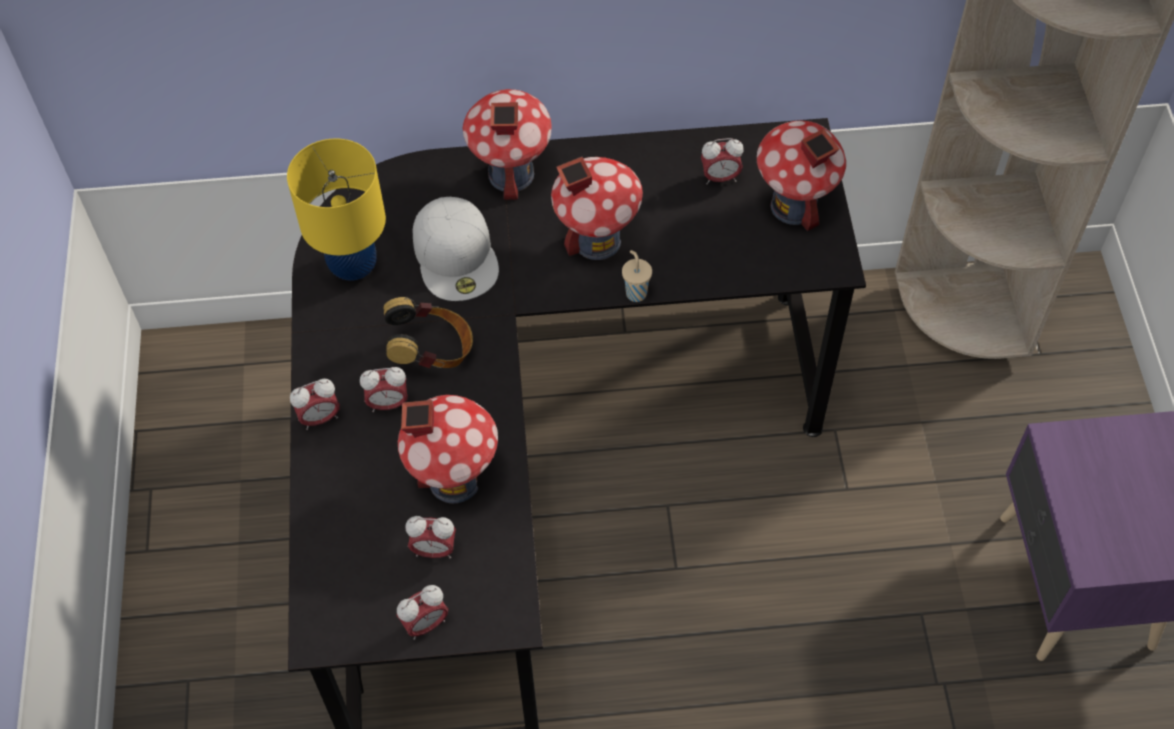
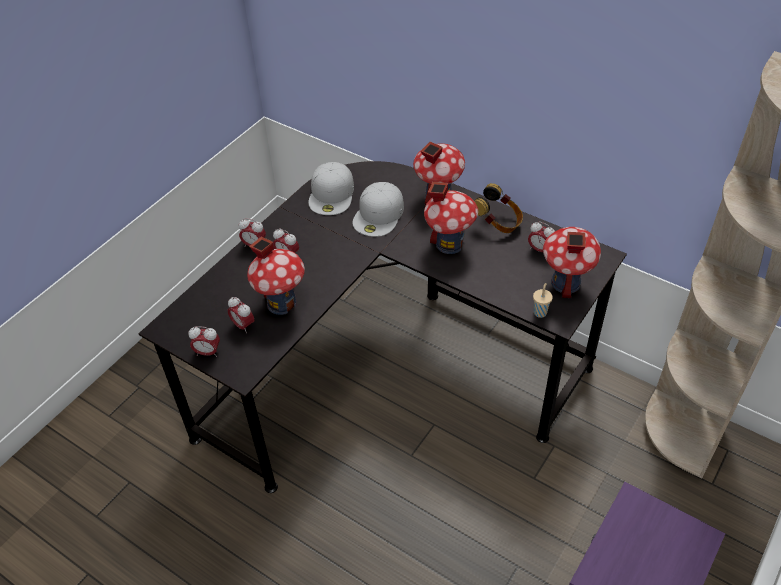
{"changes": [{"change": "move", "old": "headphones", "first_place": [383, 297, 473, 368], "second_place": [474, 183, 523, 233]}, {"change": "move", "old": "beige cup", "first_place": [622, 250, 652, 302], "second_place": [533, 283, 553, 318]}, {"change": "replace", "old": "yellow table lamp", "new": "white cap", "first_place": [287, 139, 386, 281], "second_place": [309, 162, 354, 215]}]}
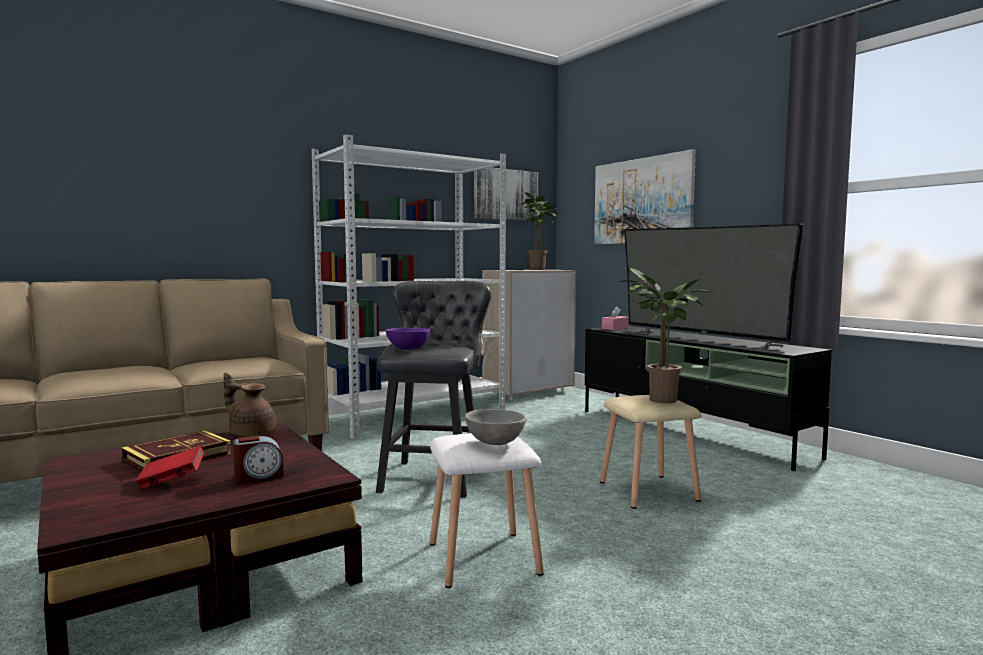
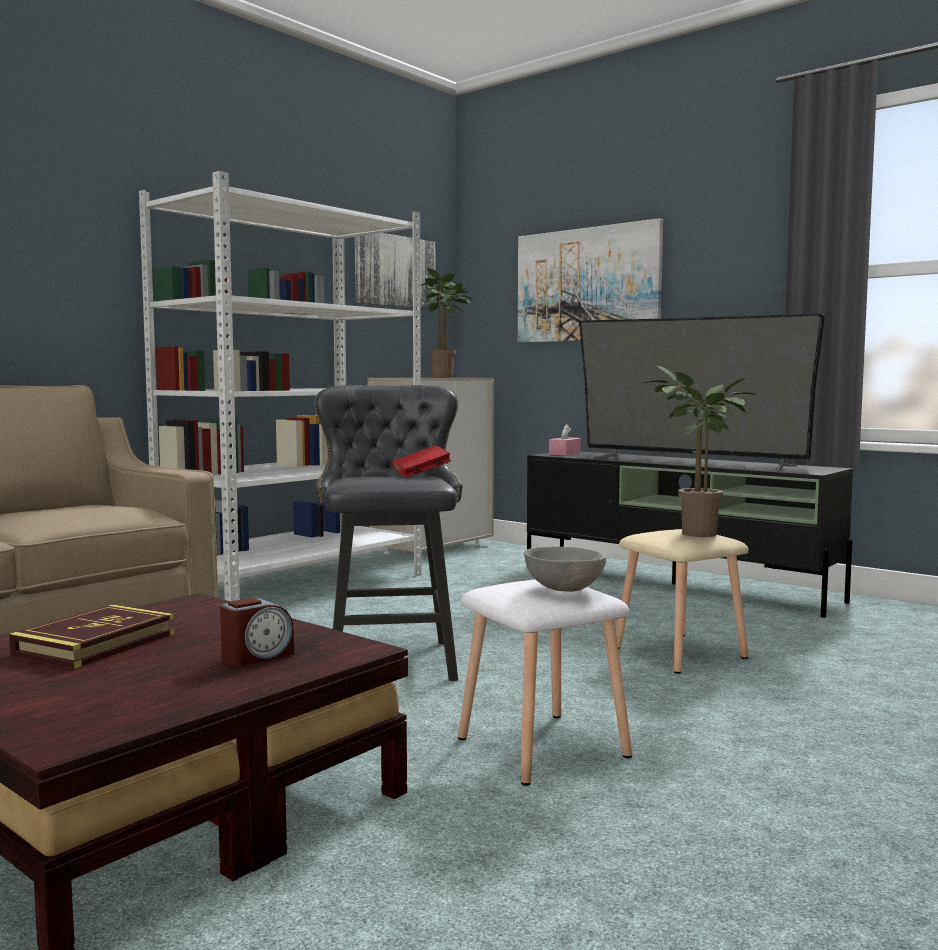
{"changes": [{"change": "delete", "old": "brown teapot", "first_place": [224, 373, 276, 436]}, {"change": "delete", "old": "purple bowl", "first_place": [386, 328, 430, 350]}, {"change": "move", "old": "red book", "first_place": [136, 446, 204, 489], "second_place": [392, 445, 451, 477]}]}
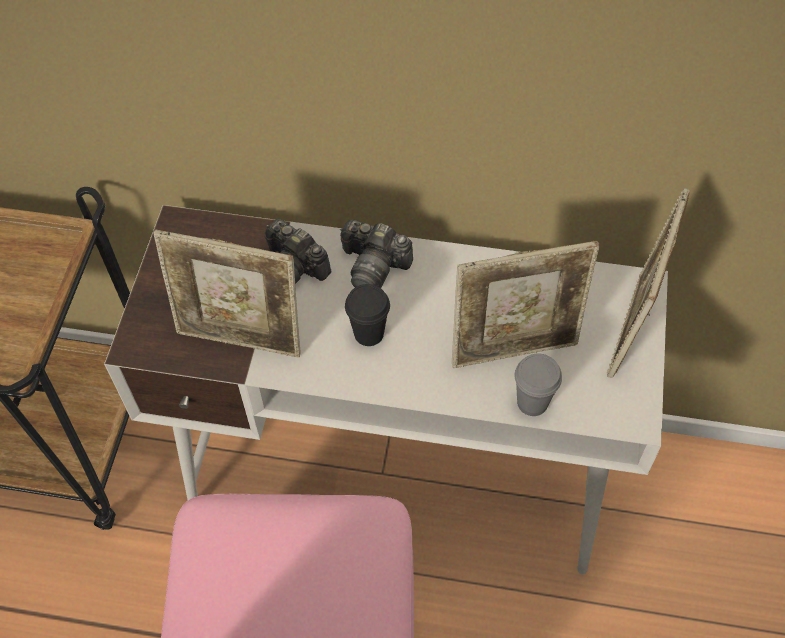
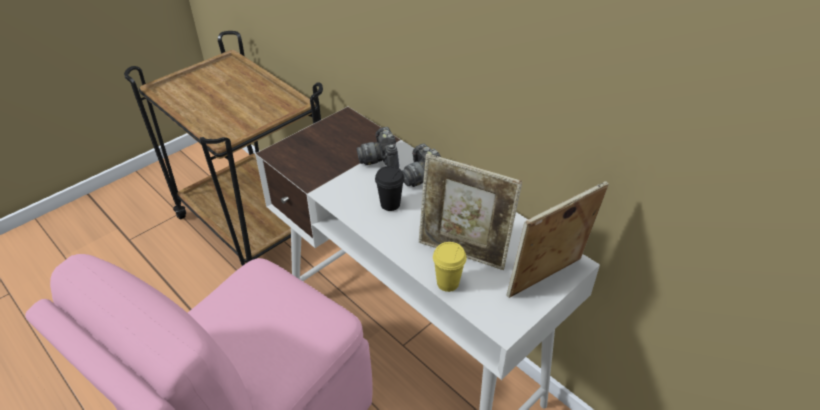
{"changes": [{"change": "delete", "old": "picture frame", "first_place": [153, 229, 301, 357]}, {"change": "recolor", "old": "grey cup", "new": "yellow cup", "first_place": [514, 353, 562, 416], "second_place": [433, 242, 467, 292]}]}
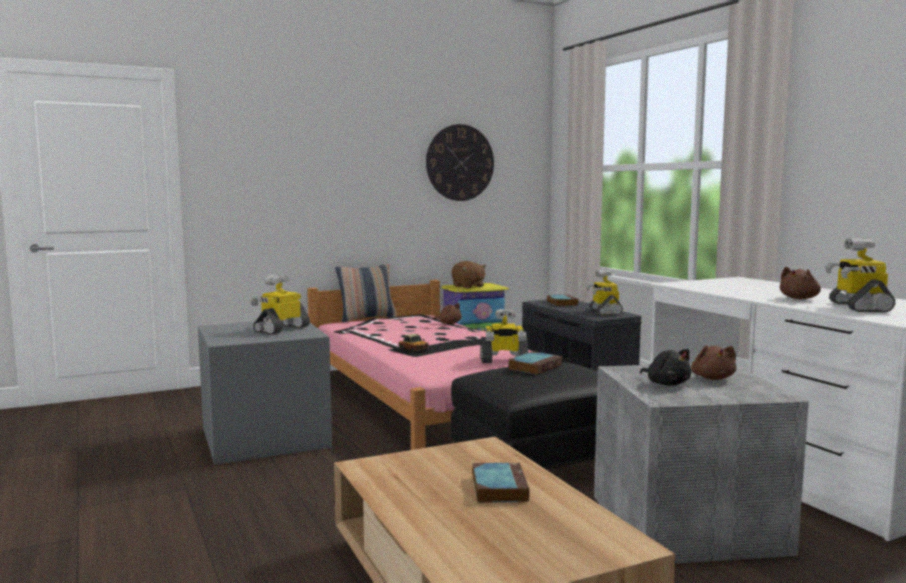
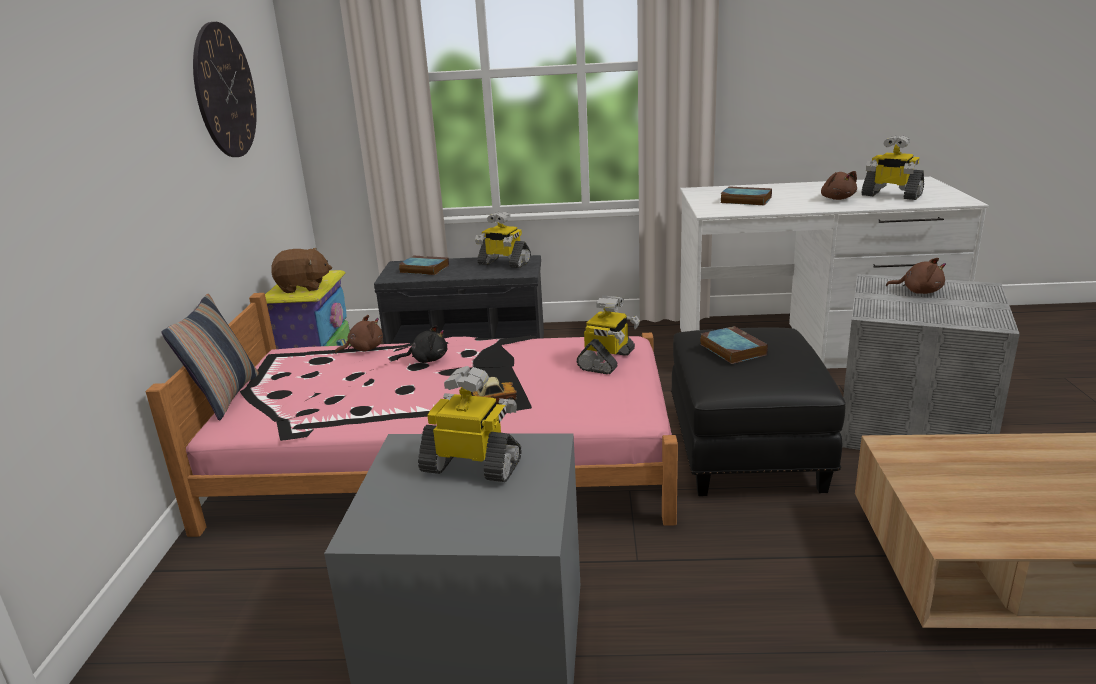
{"changes": [{"change": "move", "old": "book", "first_place": [472, 463, 530, 503], "second_place": [720, 186, 772, 205]}, {"change": "move", "old": "black plush toy", "first_place": [640, 349, 691, 386], "second_place": [396, 325, 447, 363]}, {"change": "rotate", "old": "toy robot", "first_place": [251, 275, 310, 335], "second_place": [418, 366, 521, 482], "degrees": 135}]}
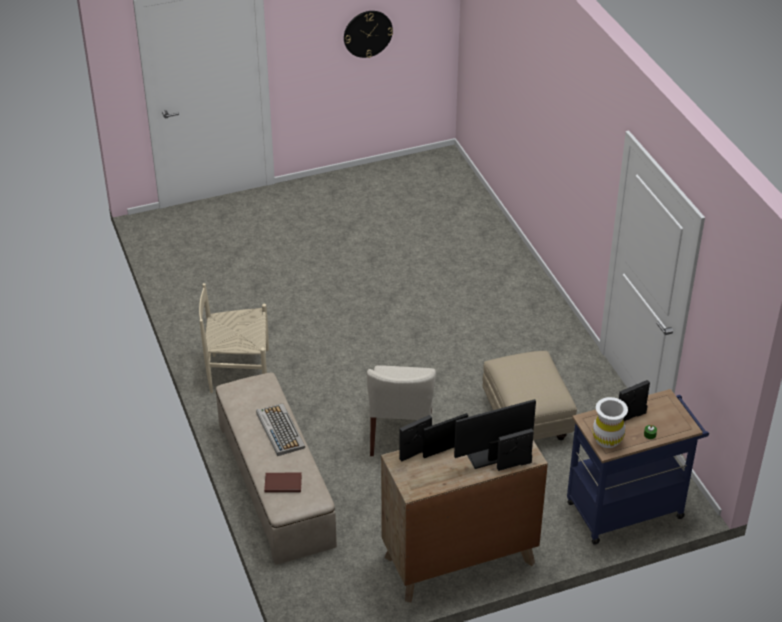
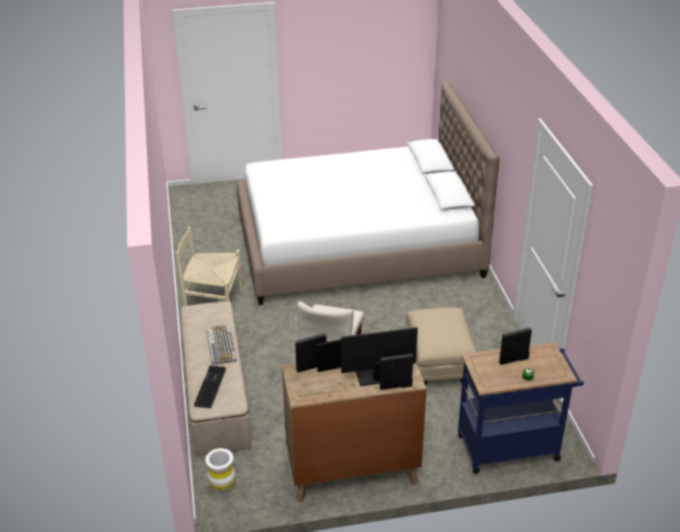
{"changes": [{"change": "delete", "old": "wall clock", "first_place": [344, 11, 393, 58]}, {"change": "insert", "new": "white bed", "second_place": [236, 81, 499, 305]}, {"change": "move", "old": "white vase", "first_place": [592, 397, 628, 448], "second_place": [205, 448, 236, 492]}, {"change": "replace", "old": "brown book", "new": "keyboard", "first_place": [264, 473, 302, 493], "second_place": [194, 365, 226, 408]}]}
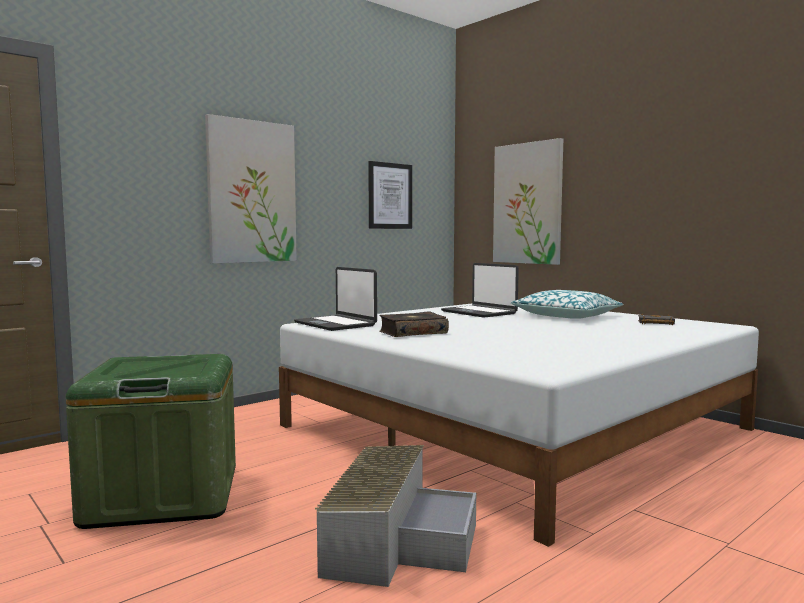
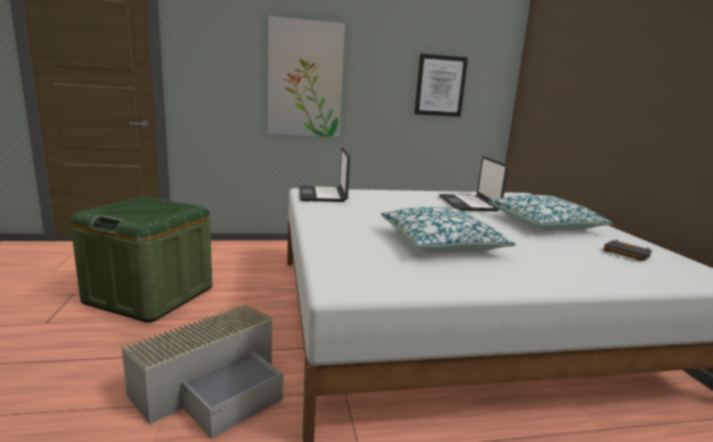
{"changes": [{"change": "delete", "old": "book", "first_place": [379, 311, 449, 337]}, {"change": "delete", "old": "picture", "first_place": [493, 138, 563, 265]}, {"change": "insert", "new": "pillow", "second_place": [381, 207, 516, 252]}]}
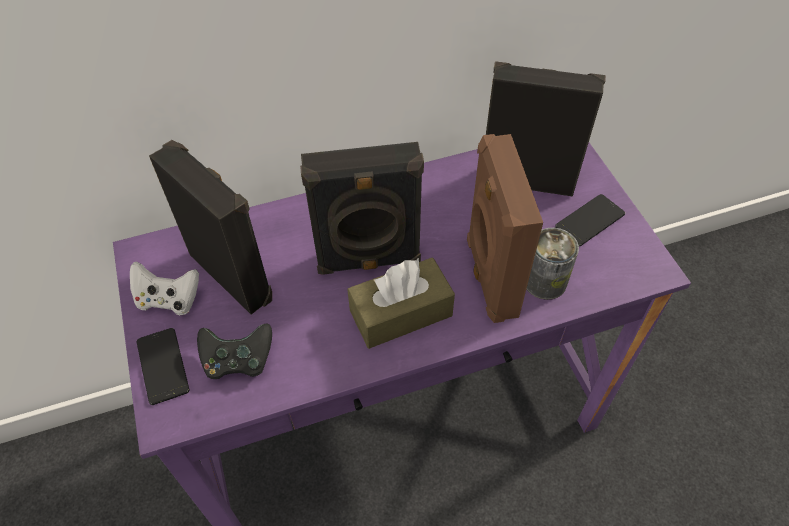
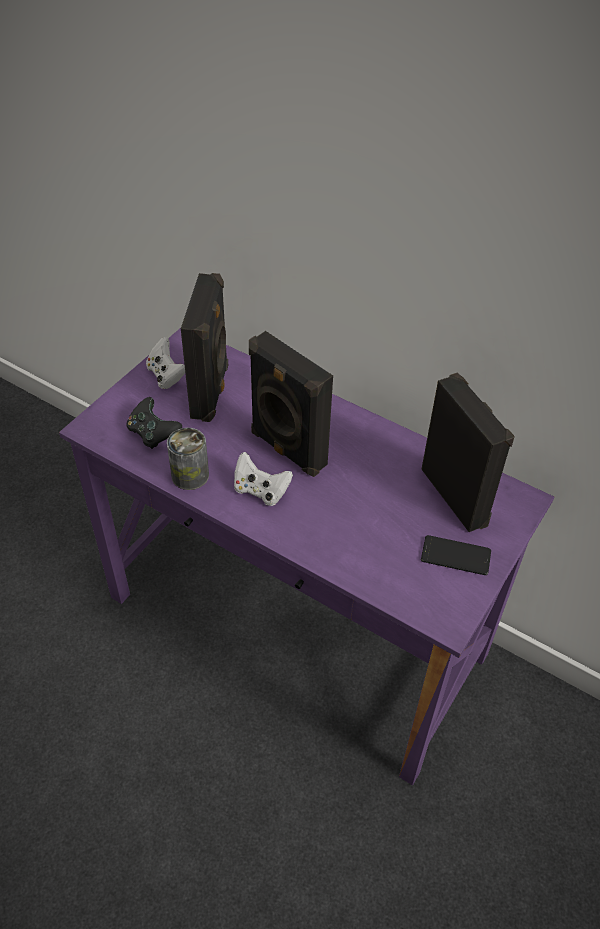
{"changes": [{"change": "delete", "old": "phone", "first_place": [136, 328, 189, 405]}, {"change": "delete", "old": "brown speaker", "first_place": [467, 134, 543, 323]}, {"change": "move", "old": "can", "first_place": [526, 228, 579, 300], "second_place": [167, 428, 209, 490]}, {"change": "replace", "old": "brown tissue box", "new": "white game controller", "first_place": [347, 258, 455, 349], "second_place": [234, 452, 293, 506]}]}
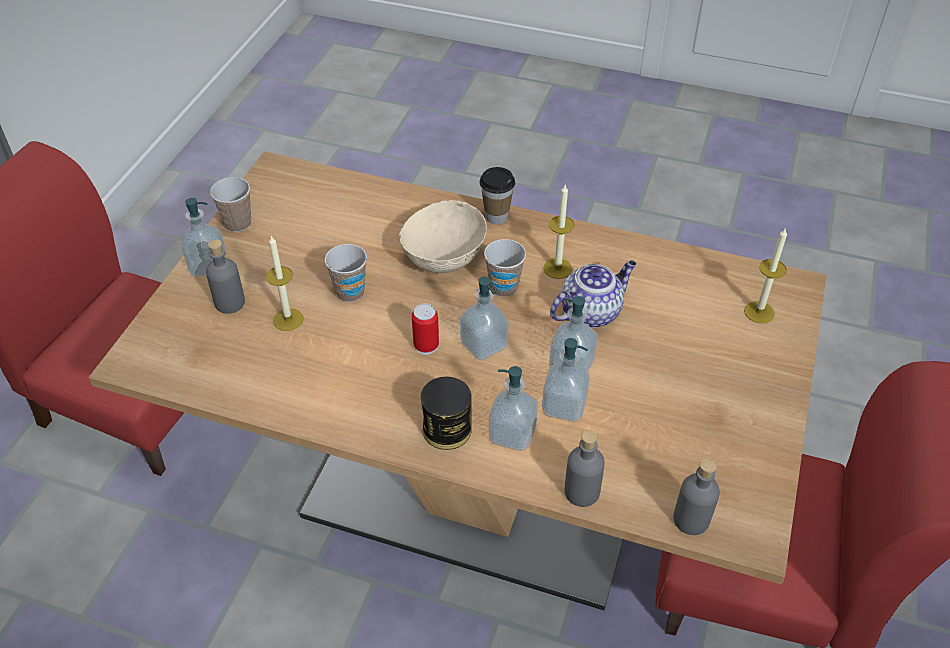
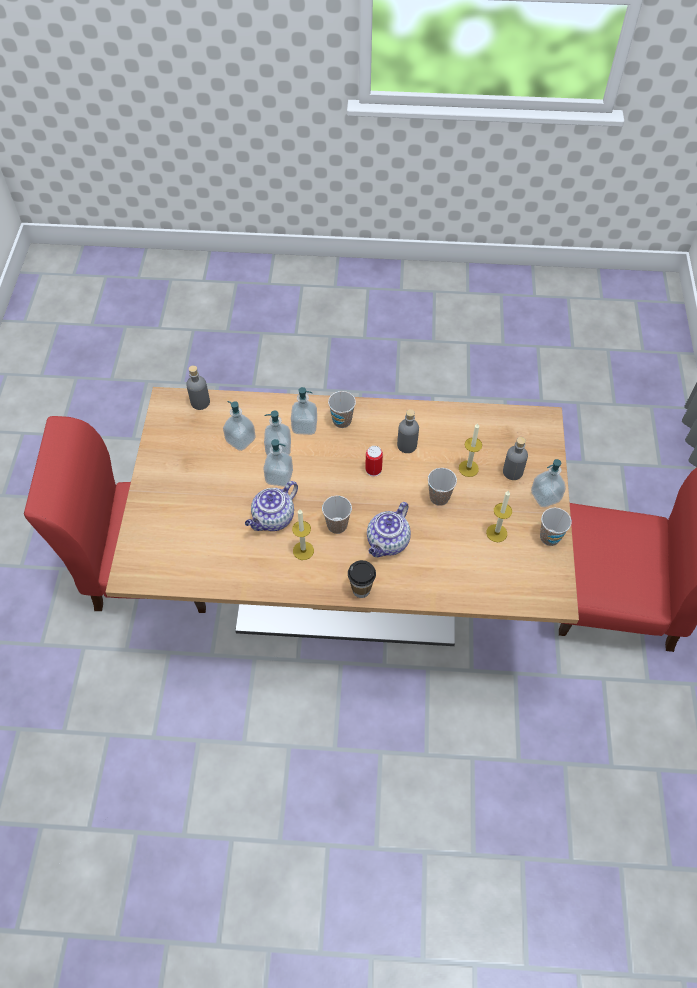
{"changes": [{"change": "move", "old": "soap dispenser", "first_place": [460, 277, 509, 360], "second_place": [223, 401, 256, 451]}, {"change": "move", "old": "grey bottle", "first_place": [565, 430, 605, 507], "second_place": [397, 409, 419, 453]}, {"change": "move", "old": "candle", "first_place": [744, 228, 787, 323], "second_place": [486, 490, 512, 542]}, {"change": "replace", "old": "beige bowl", "new": "teapot", "first_place": [399, 200, 487, 273], "second_place": [367, 502, 411, 557]}, {"change": "replace", "old": "can", "new": "cup", "first_place": [420, 377, 472, 450], "second_place": [328, 391, 356, 428]}]}
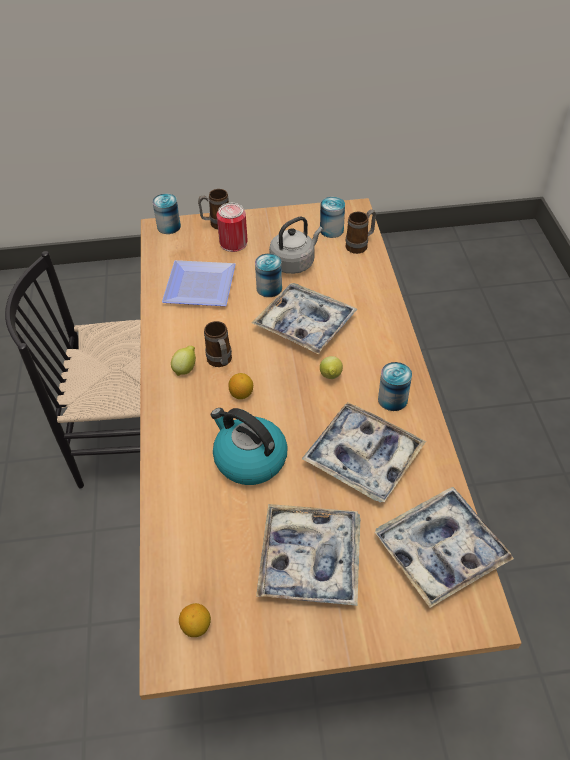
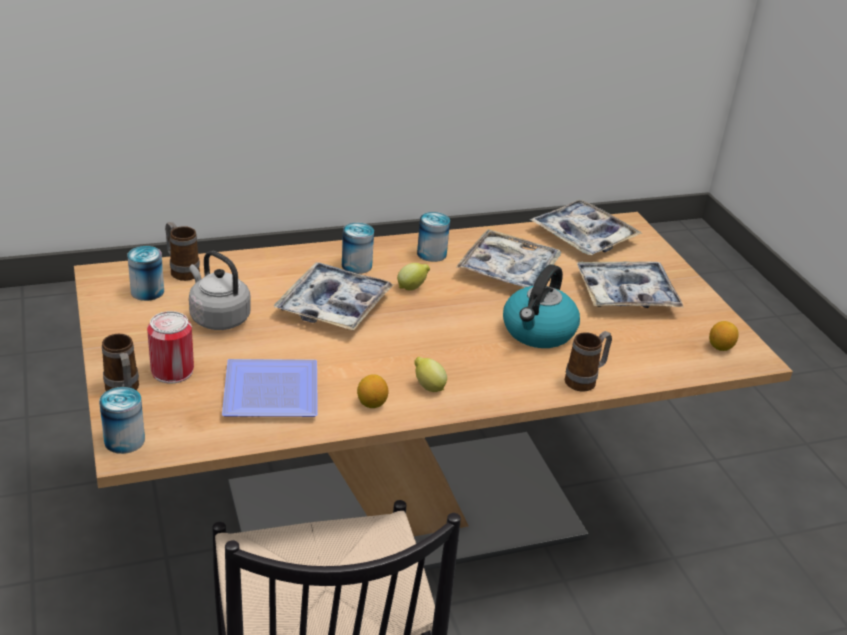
{"changes": [{"change": "move", "old": "mug", "first_place": [204, 321, 232, 367], "second_place": [565, 331, 612, 392]}, {"change": "move", "old": "lemon", "first_place": [229, 373, 253, 399], "second_place": [357, 374, 388, 408]}, {"change": "move", "old": "can", "first_place": [255, 253, 282, 297], "second_place": [342, 223, 374, 274]}]}
